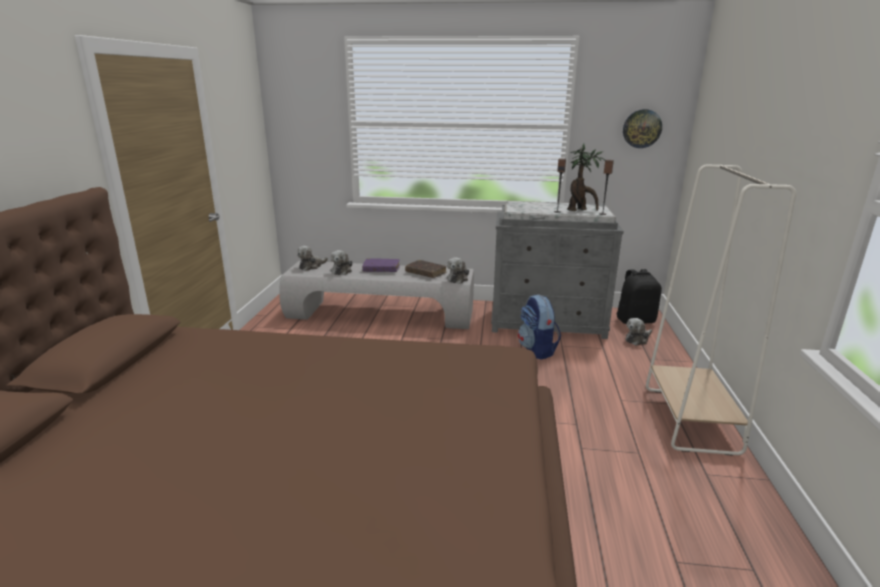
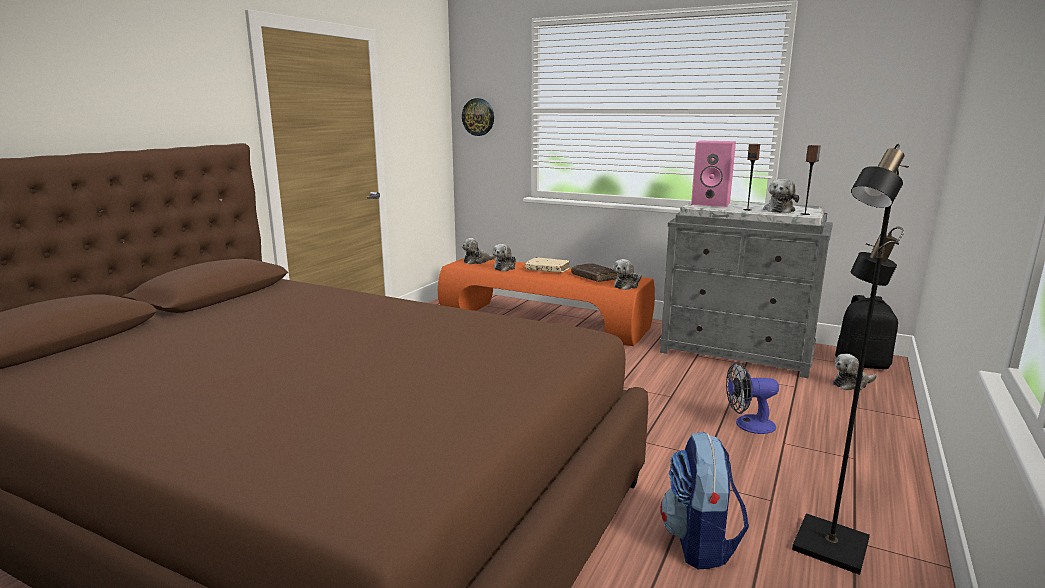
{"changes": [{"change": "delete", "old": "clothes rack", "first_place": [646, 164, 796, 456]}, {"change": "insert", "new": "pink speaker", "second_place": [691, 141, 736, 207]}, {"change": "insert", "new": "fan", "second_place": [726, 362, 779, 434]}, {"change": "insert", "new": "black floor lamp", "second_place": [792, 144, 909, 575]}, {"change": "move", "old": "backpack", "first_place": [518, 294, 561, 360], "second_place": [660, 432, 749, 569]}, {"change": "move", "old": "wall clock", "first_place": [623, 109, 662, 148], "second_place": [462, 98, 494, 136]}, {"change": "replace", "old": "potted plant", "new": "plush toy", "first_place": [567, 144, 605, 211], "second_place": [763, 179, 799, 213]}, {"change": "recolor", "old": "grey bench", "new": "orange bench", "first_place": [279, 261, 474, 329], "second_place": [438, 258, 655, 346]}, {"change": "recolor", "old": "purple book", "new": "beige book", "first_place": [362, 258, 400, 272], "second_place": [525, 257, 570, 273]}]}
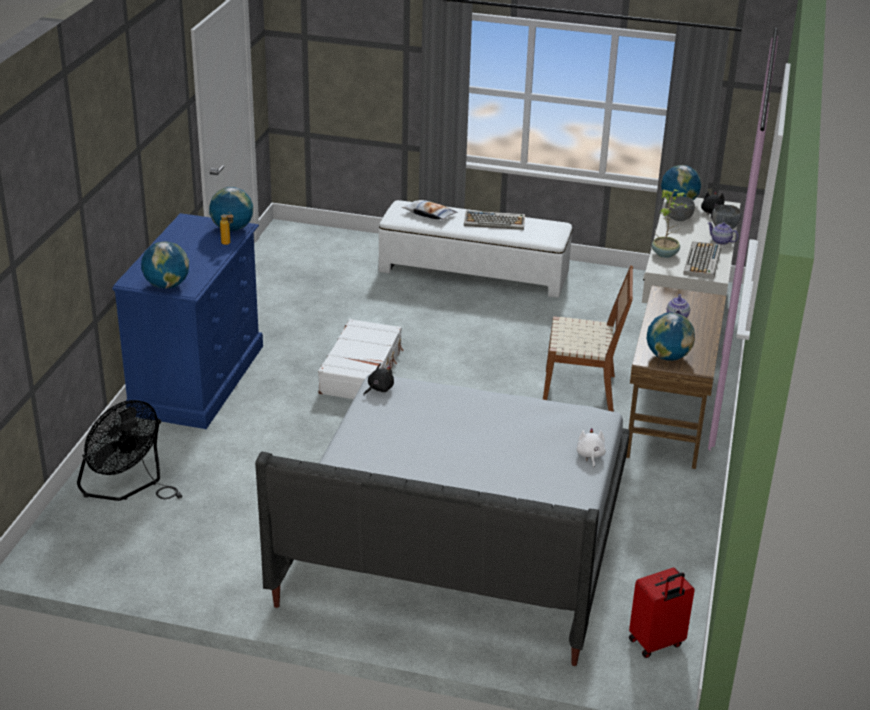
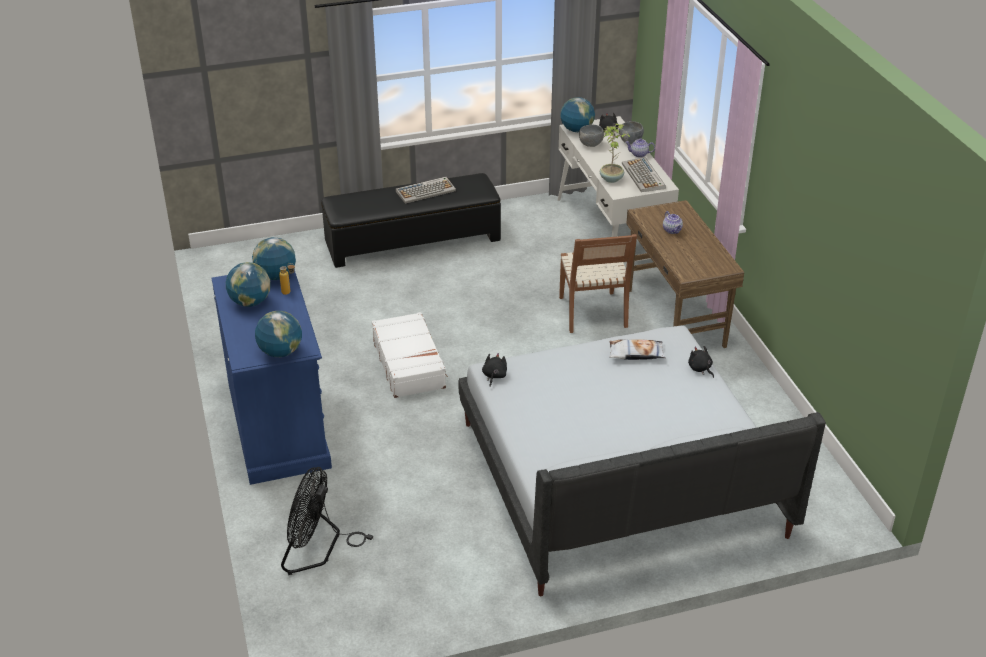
{"changes": [{"change": "delete", "old": "red suitcase", "first_place": [629, 568, 695, 658]}, {"change": "move", "old": "pillow", "first_place": [402, 200, 457, 220], "second_place": [609, 339, 666, 360]}, {"change": "move", "old": "globe", "first_place": [647, 312, 695, 361], "second_place": [226, 262, 270, 307]}, {"change": "recolor", "old": "white bench", "new": "black bench", "first_place": [379, 200, 572, 298], "second_place": [321, 173, 501, 268]}, {"change": "recolor", "old": "white plush toy", "new": "black plush toy", "first_place": [577, 428, 606, 468], "second_place": [688, 346, 714, 378]}, {"change": "rotate", "old": "chair", "first_place": [543, 265, 633, 412], "second_place": [559, 234, 637, 333], "degrees": 105}]}
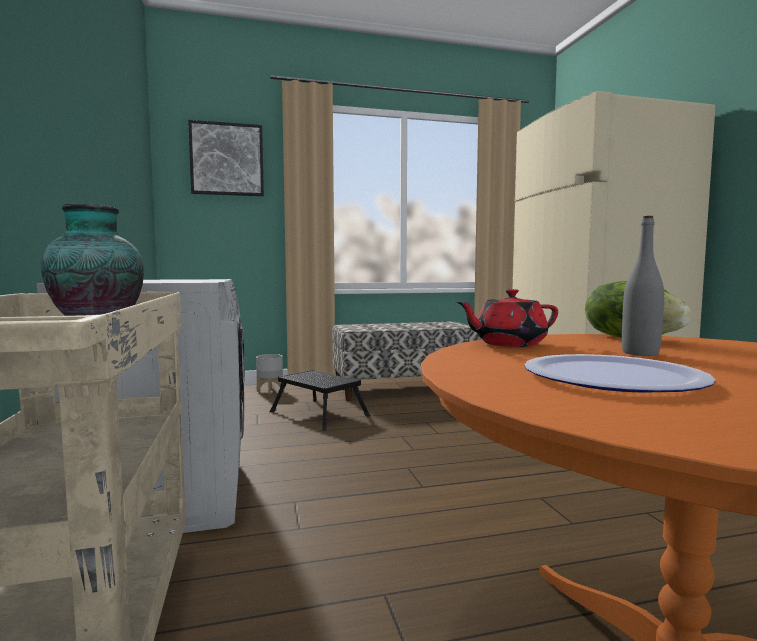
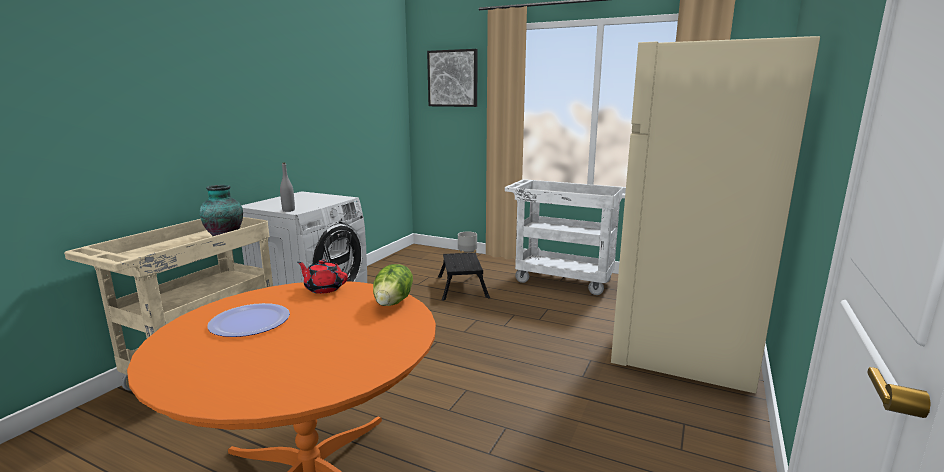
{"changes": [{"change": "move", "old": "grey bottle", "first_place": [622, 216, 664, 356], "second_place": [280, 162, 295, 212]}, {"change": "replace", "old": "bench", "new": "white cart", "first_place": [332, 321, 481, 401], "second_place": [505, 180, 623, 295]}]}
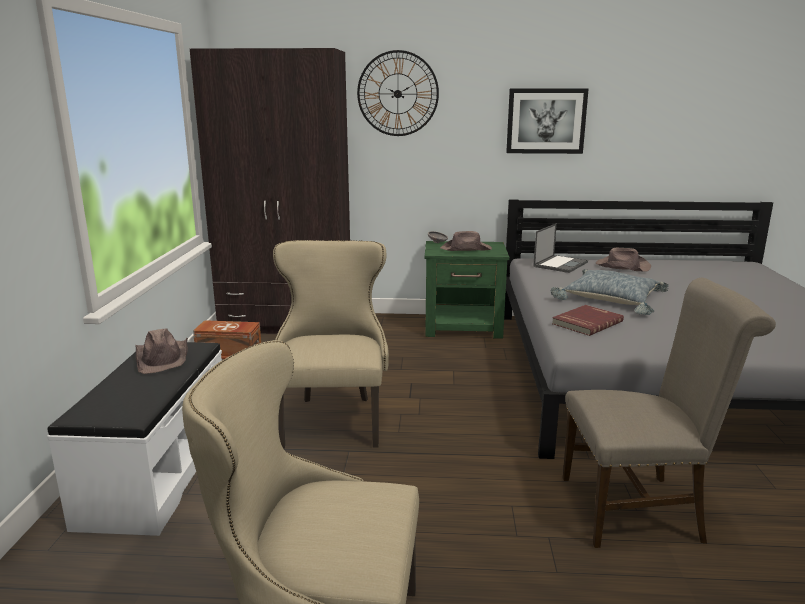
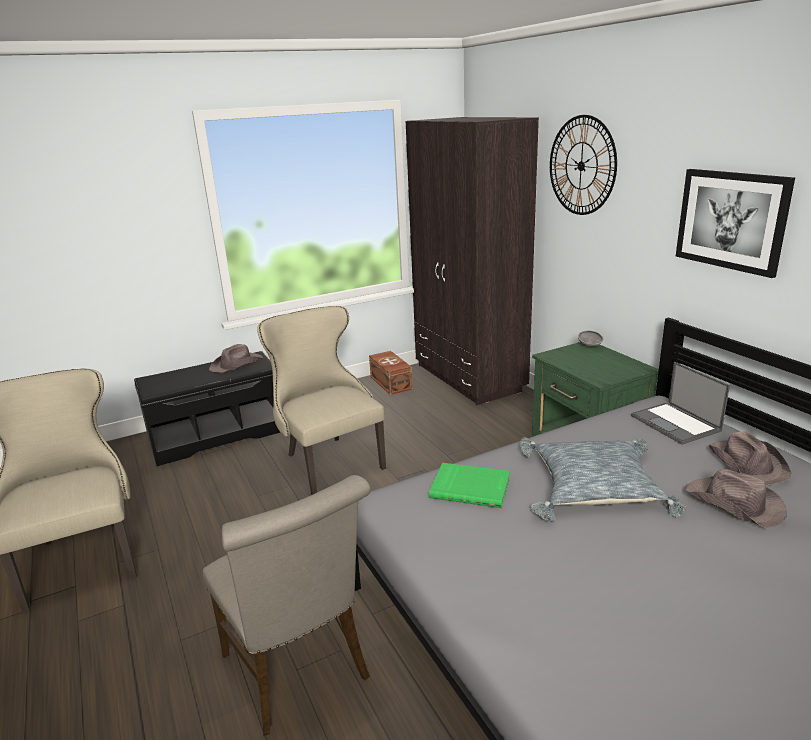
{"changes": [{"change": "move", "old": "brown hat", "first_place": [440, 231, 492, 251], "second_place": [686, 469, 787, 528]}, {"change": "recolor", "old": "white bench", "new": "black bench", "first_place": [47, 342, 222, 536], "second_place": [134, 351, 280, 466]}, {"change": "recolor", "old": "red book", "new": "green book", "first_place": [552, 305, 624, 336], "second_place": [429, 463, 510, 508]}, {"change": "rotate", "old": "beige chair", "first_place": [273, 240, 389, 449], "second_place": [257, 306, 386, 495], "degrees": -90}, {"change": "rotate", "old": "laptop", "first_place": [533, 224, 588, 273], "second_place": [631, 362, 730, 445], "degrees": 60}]}
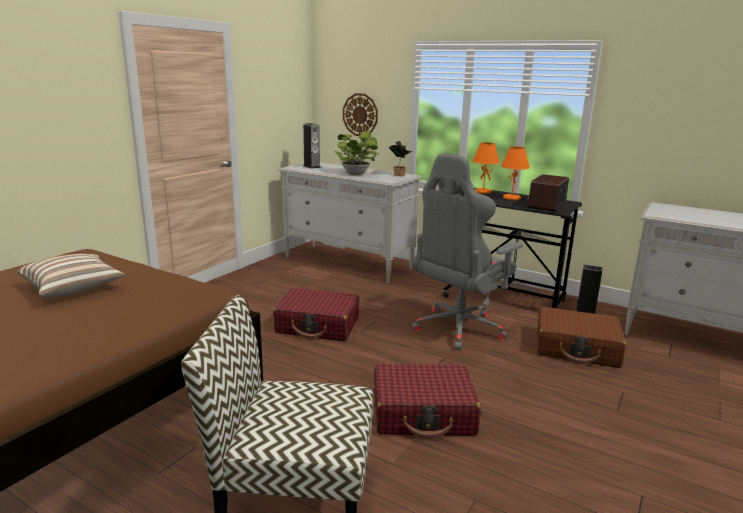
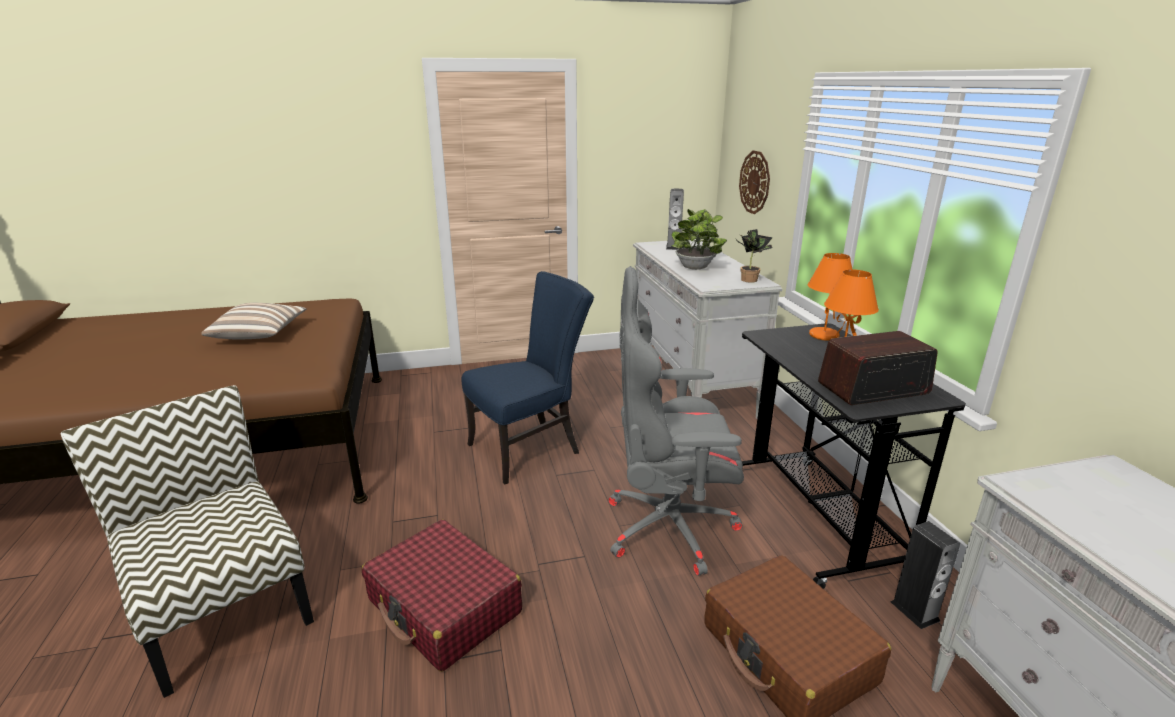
{"changes": [{"change": "replace", "old": "red suitcase", "new": "blue chair", "first_place": [273, 288, 359, 341], "second_place": [461, 271, 594, 484]}]}
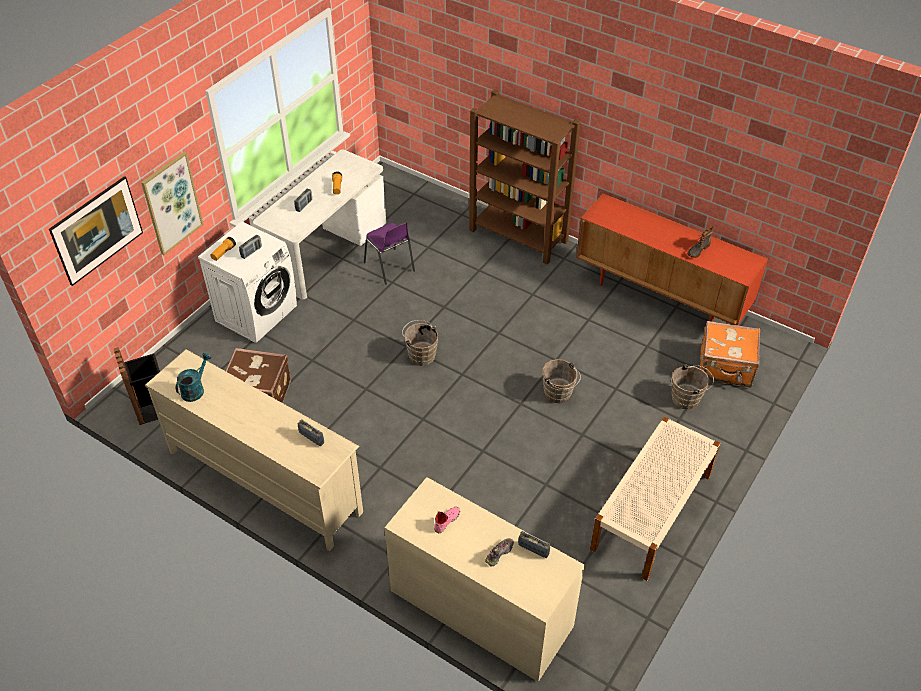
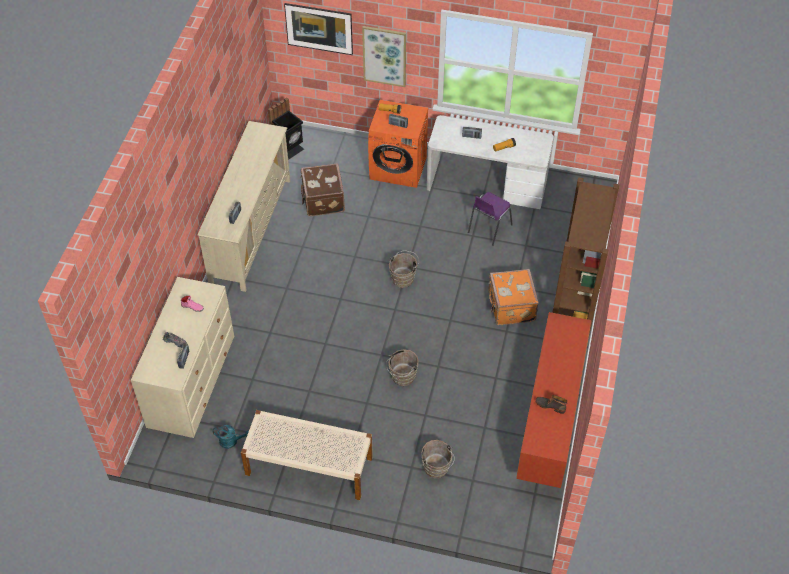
{"changes": [{"change": "move", "old": "turquoise watering can", "first_place": [176, 353, 212, 402], "second_place": [213, 425, 249, 449]}, {"change": "move", "old": "orange suitcase", "first_place": [700, 321, 760, 387], "second_place": [488, 269, 539, 325]}, {"change": "recolor", "old": "white washing machine", "new": "orange washing machine", "first_place": [198, 222, 297, 343], "second_place": [368, 100, 428, 188]}]}
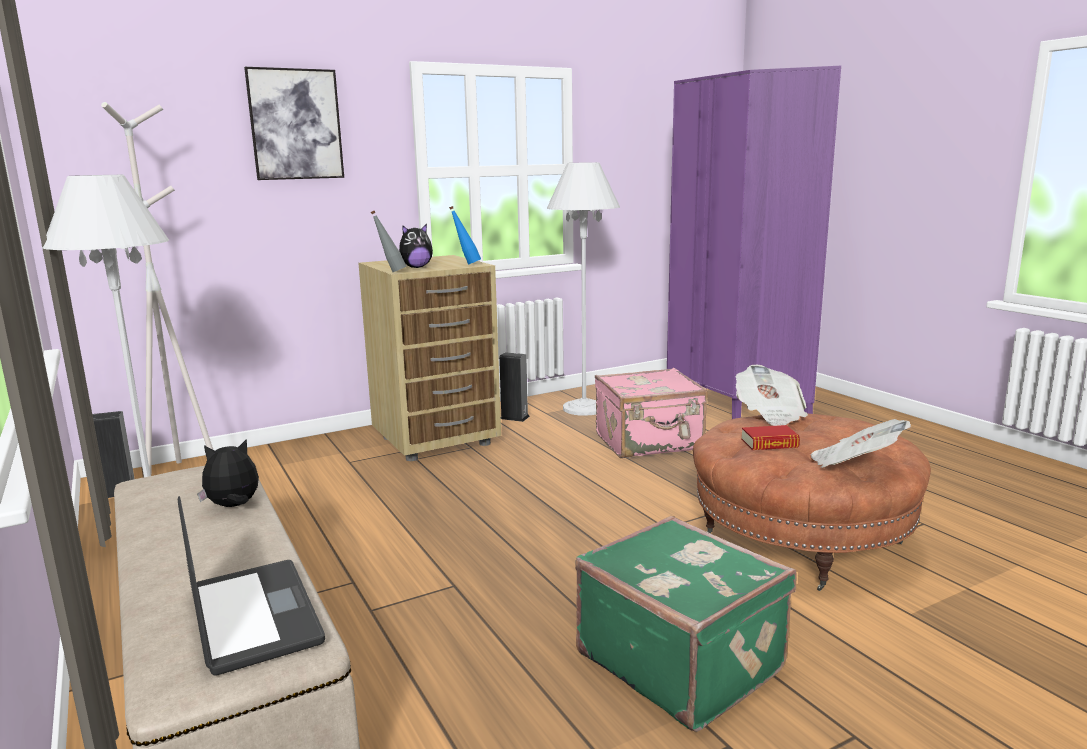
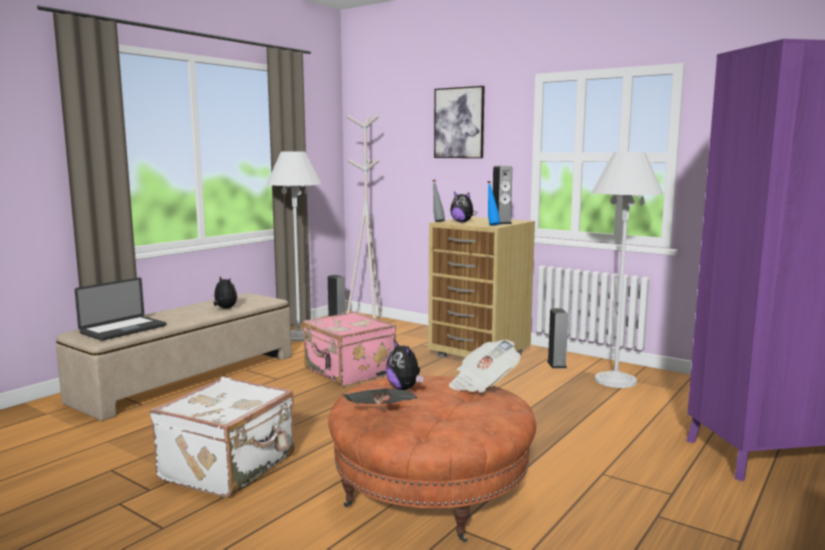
{"changes": [{"change": "insert", "new": "speaker", "second_place": [493, 166, 512, 224]}, {"change": "move", "old": "pink suitcase", "first_place": [595, 368, 708, 458], "second_place": [302, 312, 396, 387]}, {"change": "replace", "old": "book", "new": "plush toy", "first_place": [741, 425, 800, 450], "second_place": [386, 339, 424, 390]}, {"change": "recolor", "old": "green suitcase", "new": "white suitcase", "first_place": [575, 516, 797, 732], "second_place": [150, 377, 294, 498]}]}
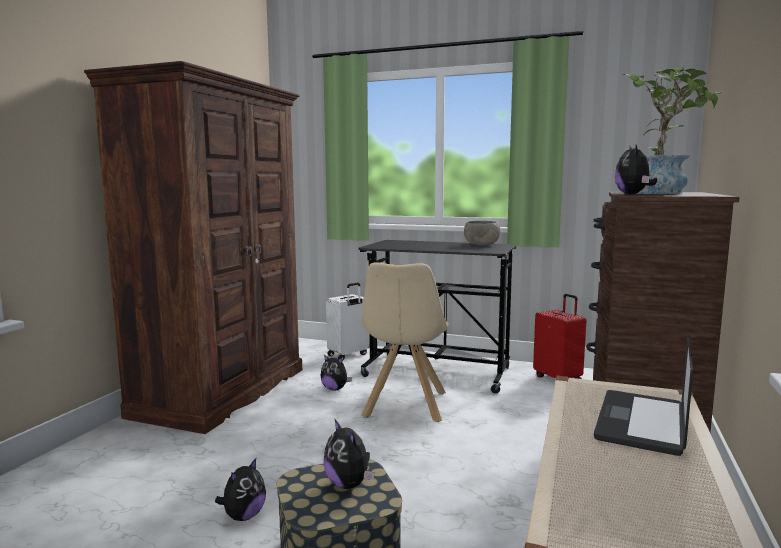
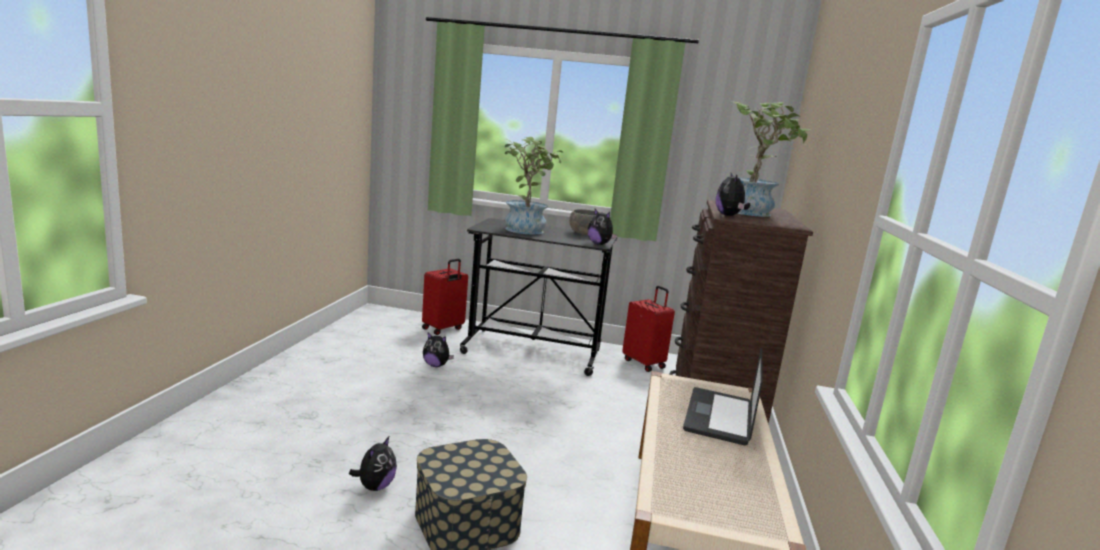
{"changes": [{"change": "delete", "old": "brown wardrobe", "first_place": [84, 61, 302, 434]}, {"change": "delete", "old": "beige chair", "first_place": [361, 263, 449, 422]}, {"change": "insert", "new": "potted plant", "second_place": [504, 137, 563, 235]}, {"change": "move", "old": "plush toy", "first_place": [323, 418, 374, 489], "second_place": [588, 209, 617, 245]}, {"change": "recolor", "old": "white suitcase", "new": "red suitcase", "first_place": [326, 283, 370, 361], "second_place": [422, 259, 468, 335]}]}
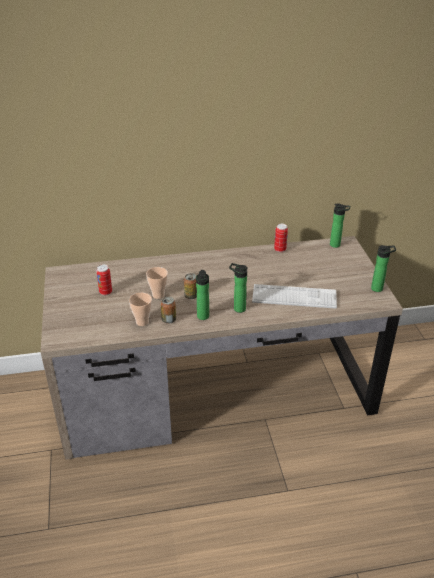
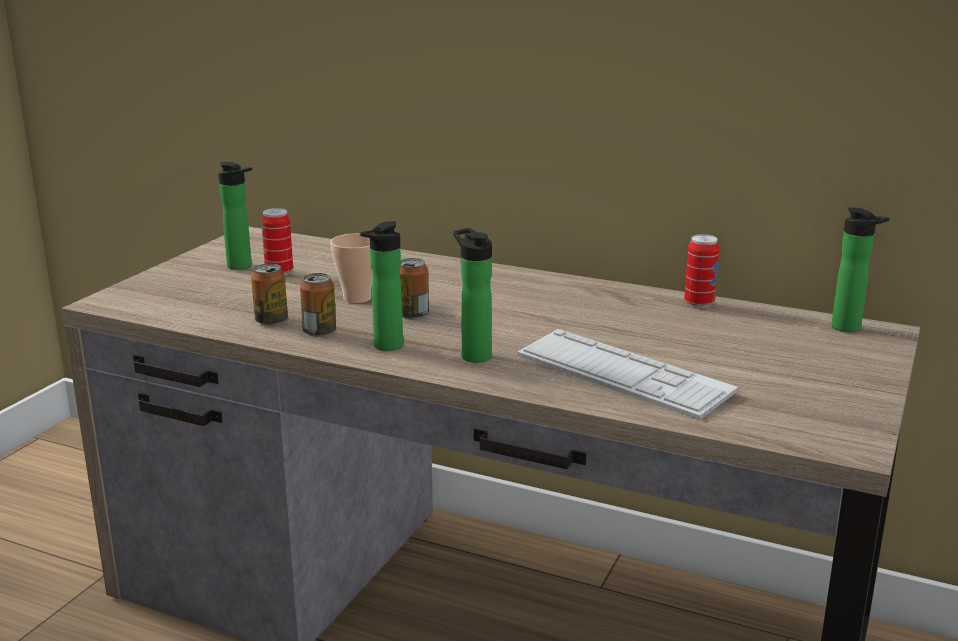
{"changes": [{"change": "move", "old": "bottle", "first_place": [371, 245, 396, 292], "second_place": [218, 162, 252, 270]}, {"change": "replace", "old": "cup", "new": "can", "first_place": [129, 293, 152, 326], "second_place": [251, 264, 288, 326]}]}
